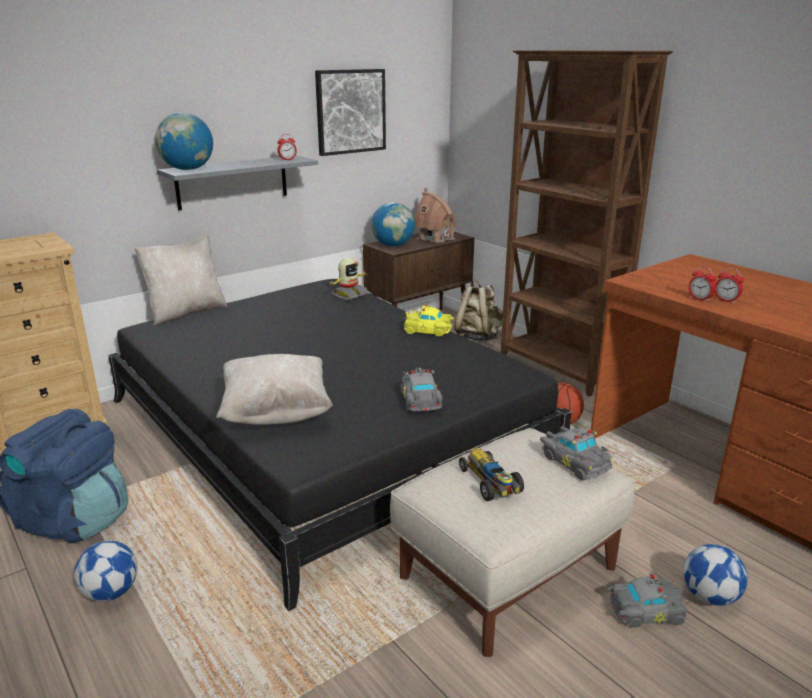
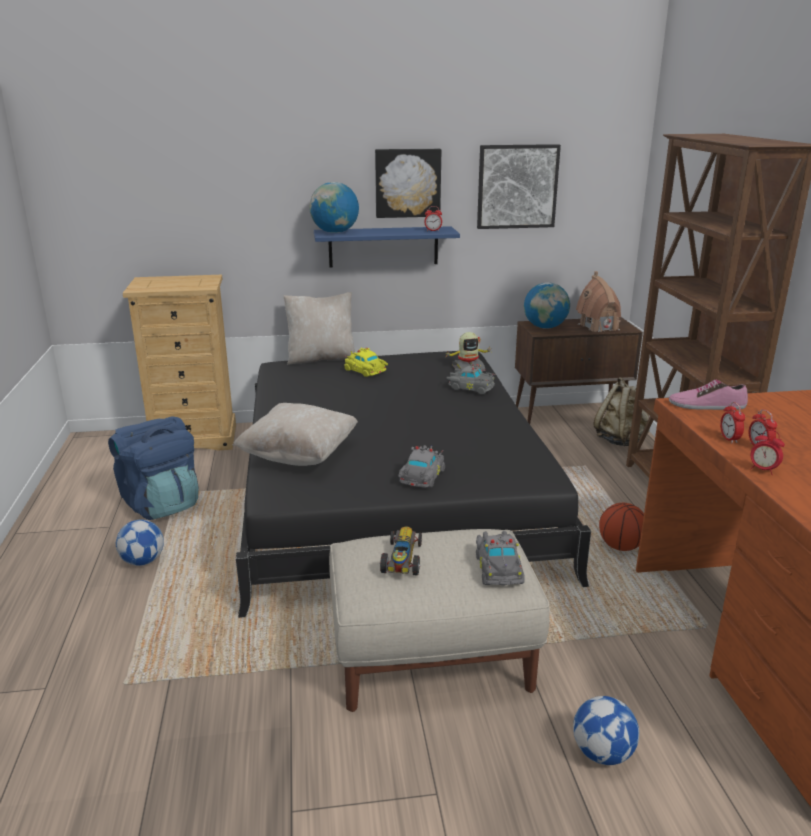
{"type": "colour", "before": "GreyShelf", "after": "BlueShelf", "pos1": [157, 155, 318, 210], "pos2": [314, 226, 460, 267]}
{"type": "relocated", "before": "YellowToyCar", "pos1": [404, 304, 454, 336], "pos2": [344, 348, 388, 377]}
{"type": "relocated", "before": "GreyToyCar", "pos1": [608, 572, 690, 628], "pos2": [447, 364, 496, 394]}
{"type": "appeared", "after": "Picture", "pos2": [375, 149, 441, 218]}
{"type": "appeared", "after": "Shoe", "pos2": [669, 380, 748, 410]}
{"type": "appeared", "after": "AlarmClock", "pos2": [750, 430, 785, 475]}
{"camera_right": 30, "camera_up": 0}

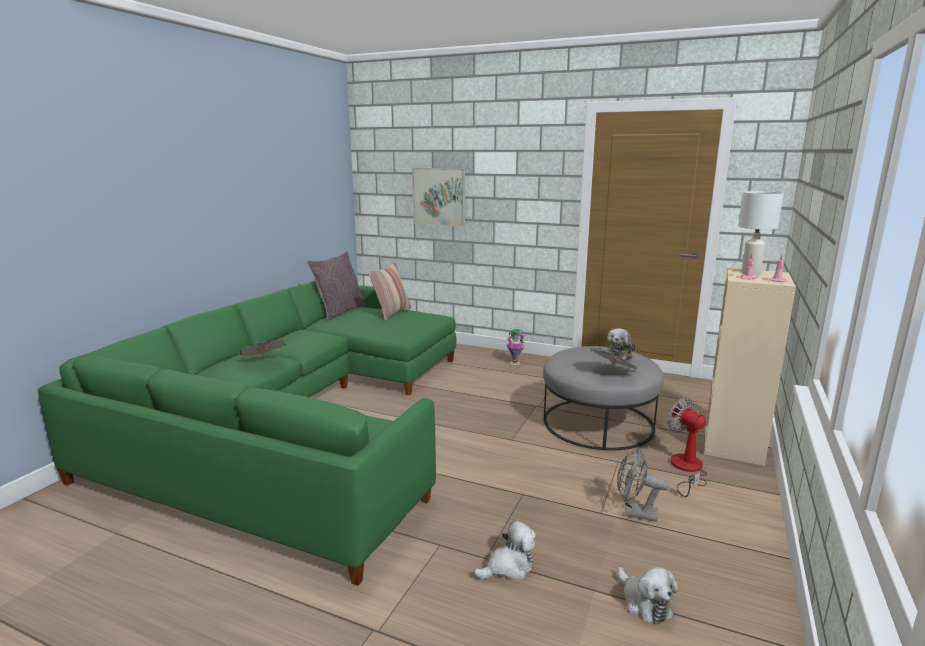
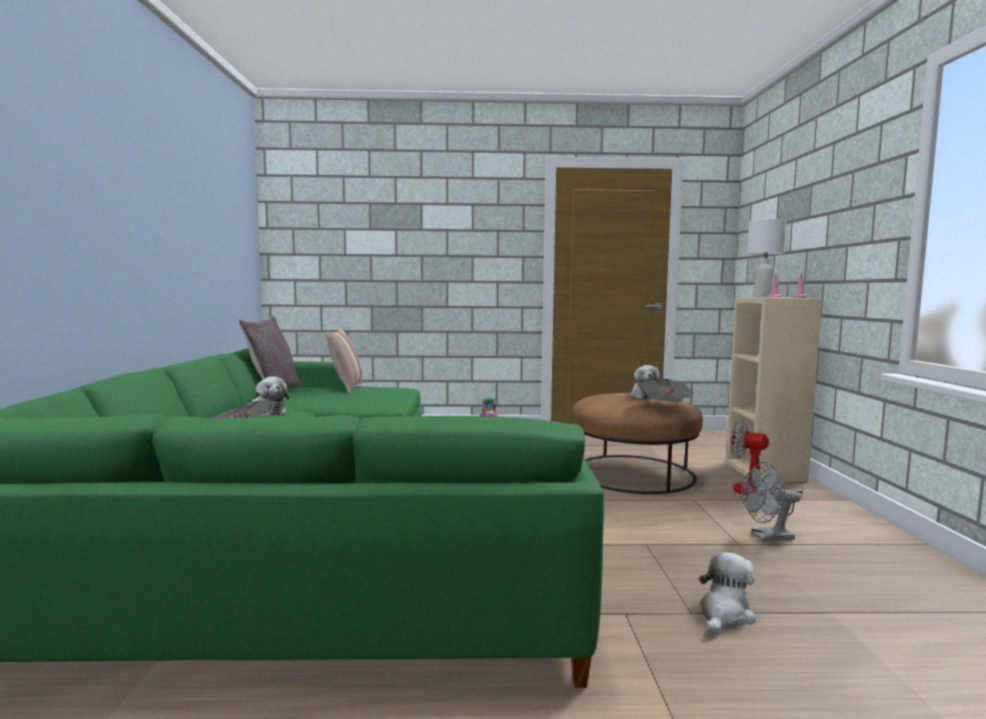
{"type": "missing", "before": "Picture", "pos1": [412, 168, 465, 227]}
{"type": "colour", "before": "GreyOttoman", "after": "BrownOttoman", "pos1": [543, 346, 664, 450], "pos2": [572, 393, 703, 494]}
{"type": "relocated", "before": "PlushToy", "pos1": [617, 567, 678, 624], "pos2": [251, 377, 289, 416]}
{"camera_right": -25, "camera_up": -10}

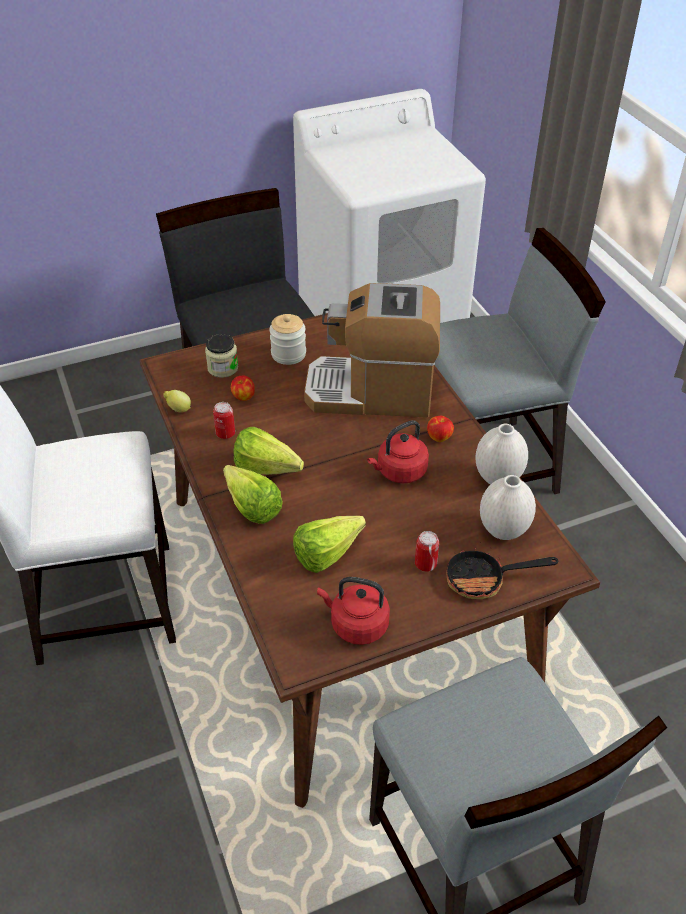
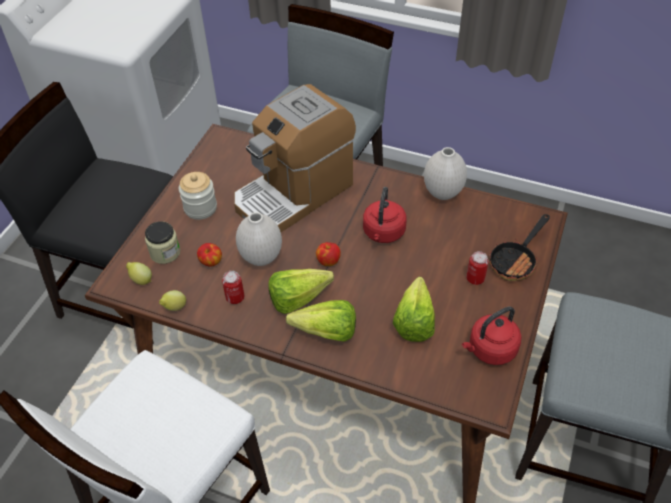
{"type": "relocated", "before": "Apple", "pos1": [427, 416, 454, 442], "pos2": [316, 242, 341, 266]}
{"type": "relocated", "before": "WhiteVase", "pos1": [480, 475, 536, 540], "pos2": [236, 212, 282, 266]}
{"type": "appeared", "after": "Lemon", "pos2": [126, 262, 152, 285]}
{"camera_right": -45, "camera_up": 5}

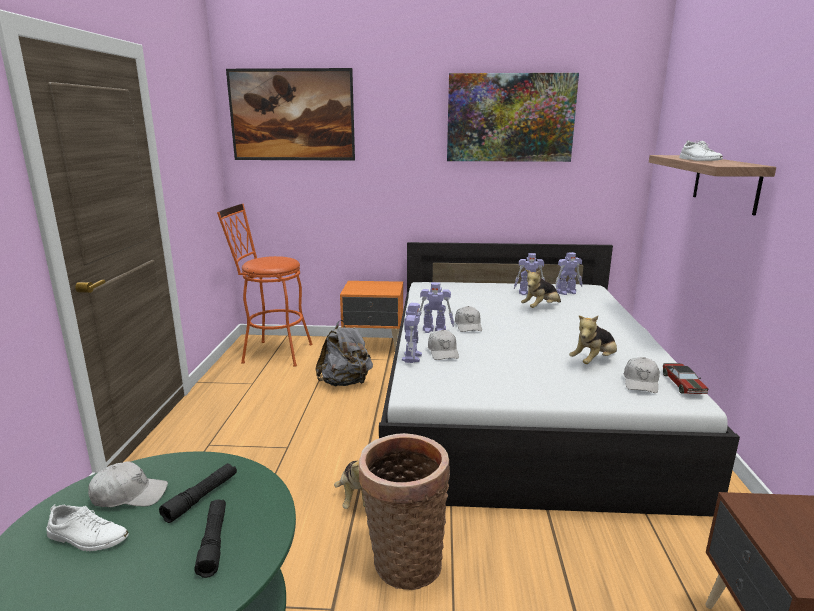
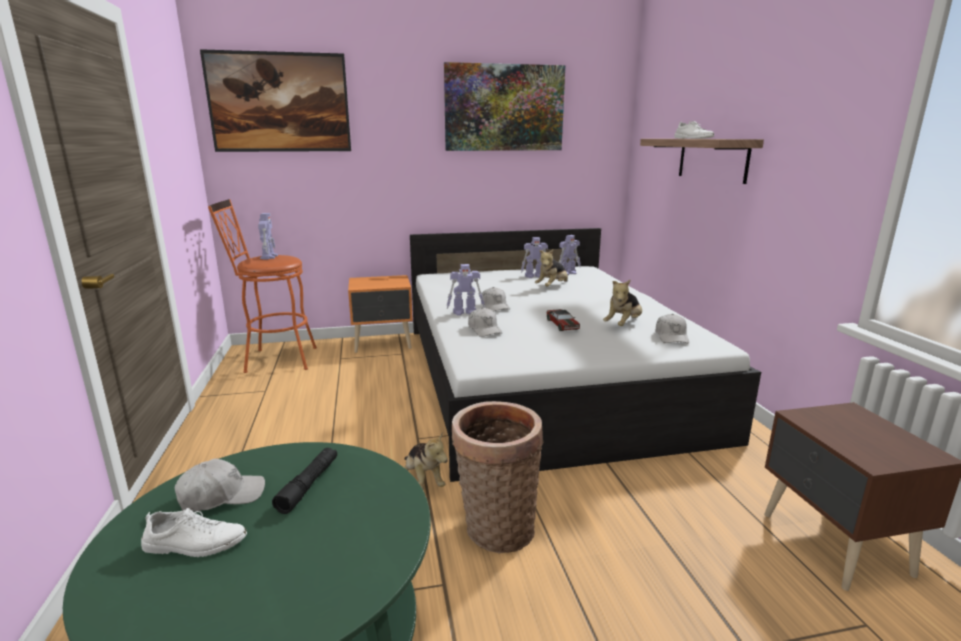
{"type": "relocated", "before": "ToyRobot", "pos1": [402, 303, 422, 363], "pos2": [258, 213, 278, 259]}
{"type": "missing", "before": "GreyBackpack", "pos1": [315, 320, 373, 386]}
{"type": "relocated", "before": "ToyCar", "pos1": [663, 363, 708, 394], "pos2": [546, 309, 580, 331]}
{"type": "missing", "before": "BlackFlashlight", "pos1": [194, 499, 226, 578]}
{"camera_right": -15, "camera_up": 0}

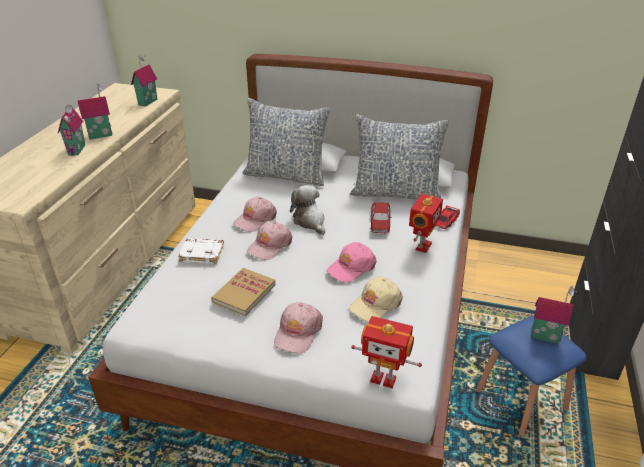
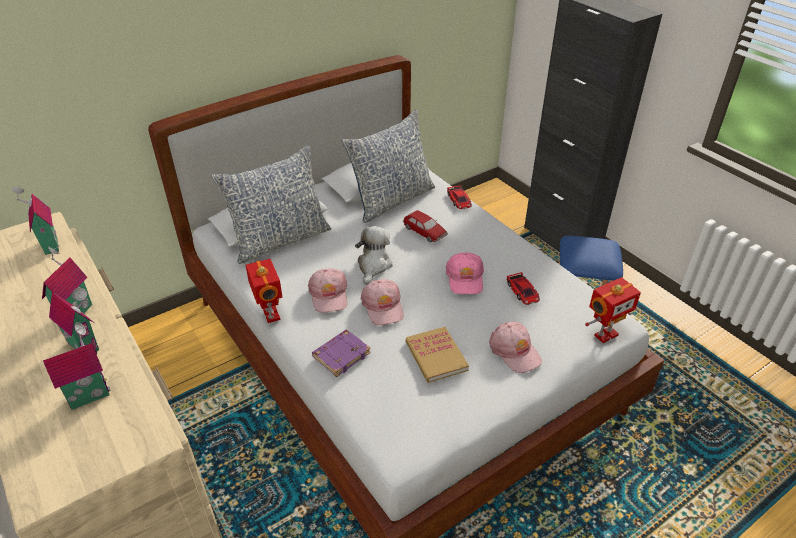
{"type": "spun", "before": "PlushToy", "pos1": [290, 185, 325, 235], "pos2": [355, 226, 393, 285], "turn": 90}
{"type": "relocated", "before": "ToyRobot", "pos1": [409, 194, 443, 253], "pos2": [245, 259, 282, 323]}
{"type": "colour", "before": "WhiteBook", "after": "PurpleBook", "pos1": [178, 238, 224, 264], "pos2": [312, 330, 371, 377]}
{"type": "exchanged", "before": "BeigeCap", "after": "ToyCar", "pos1": [349, 277, 403, 322], "pos2": [507, 272, 540, 305]}
{"type": "relocated", "before": "ToyHouse", "pos1": [531, 286, 577, 344], "pos2": [43, 322, 111, 410]}
{"camera_right": -50, "camera_up": 5}

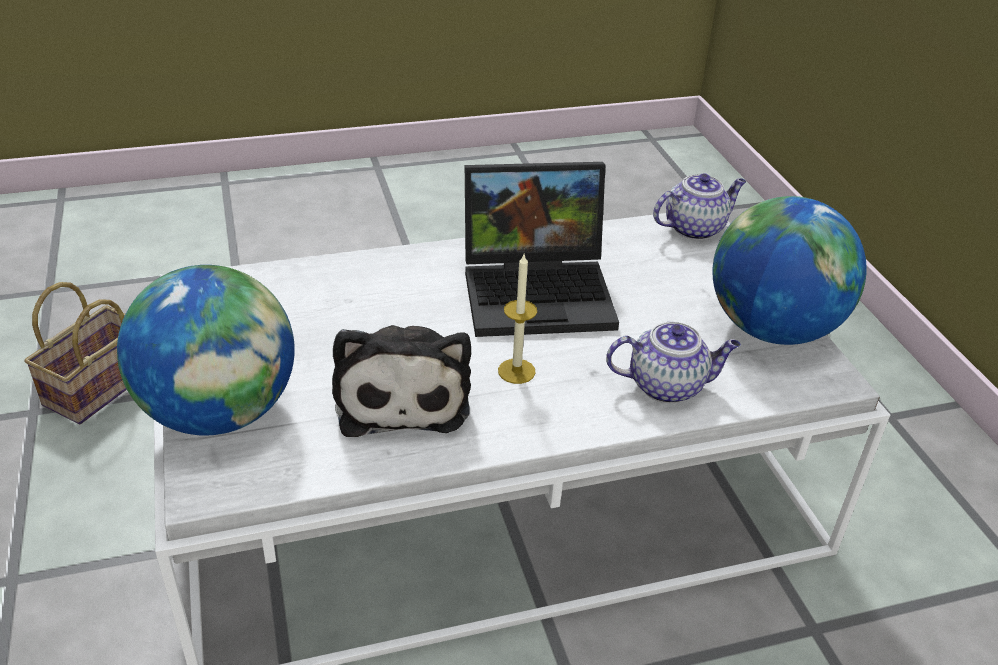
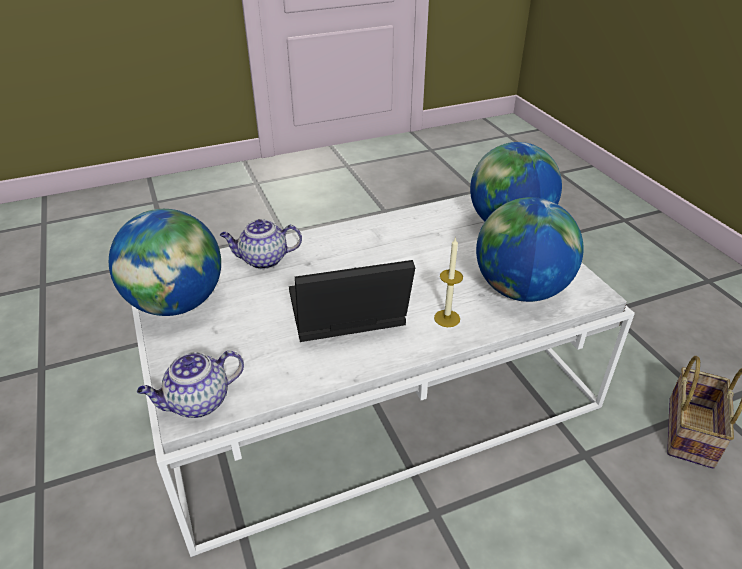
{"type": "relocated", "before": "Candle", "pos1": [498, 254, 537, 384], "pos2": [434, 237, 463, 327]}
{"type": "missing", "before": "PlushToy", "pos1": [332, 325, 471, 437]}
{"type": "appeared", "after": "Globe", "pos2": [476, 197, 584, 302]}
{"camera_right": 175, "camera_up": 0}

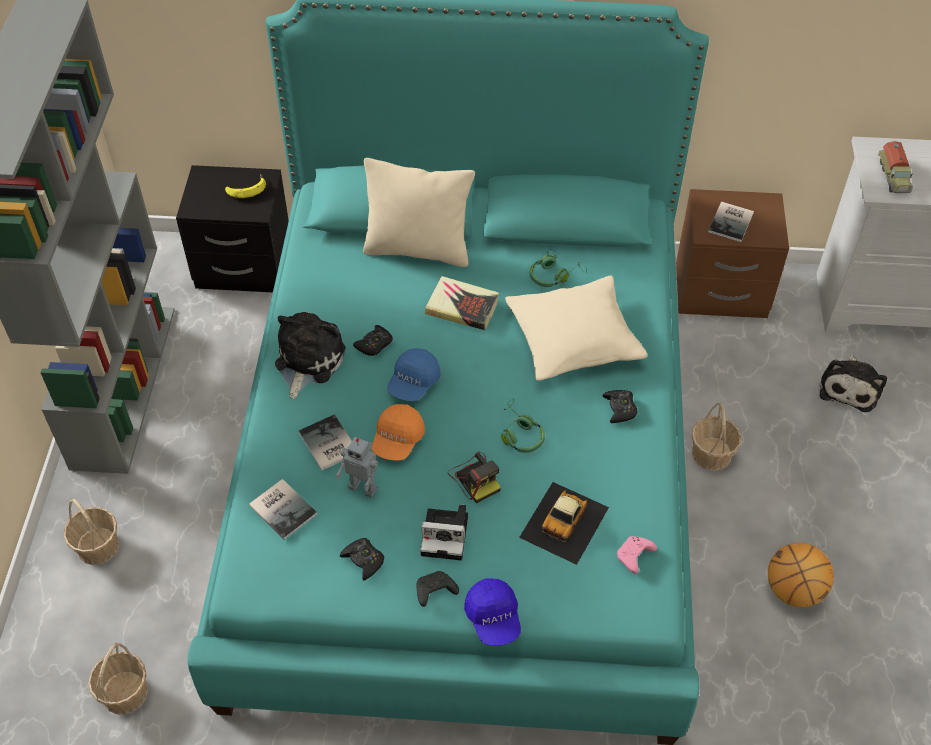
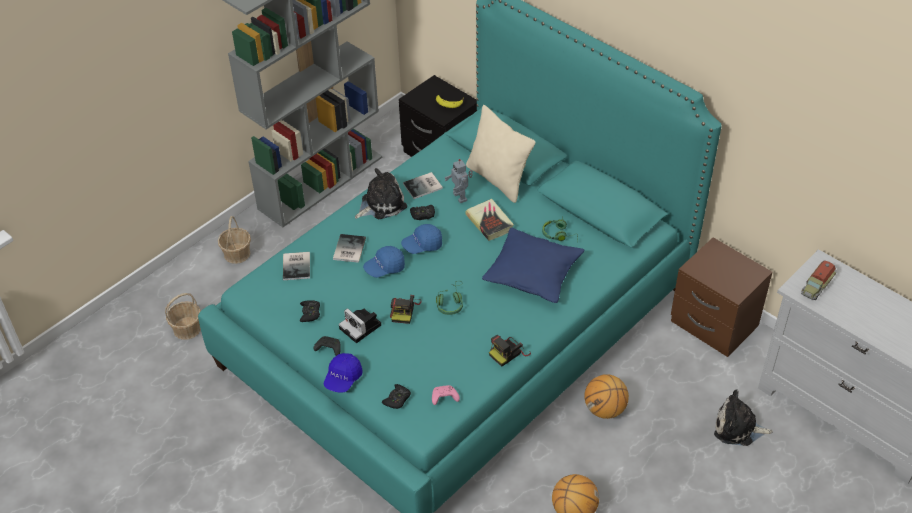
{"type": "relocated", "before": "Book", "pos1": [708, 202, 754, 242], "pos2": [403, 172, 443, 199]}
{"type": "colour", "before": "BeigePillow", "after": "BluePillow", "pos1": [505, 275, 647, 381], "pos2": [482, 227, 584, 303]}
{"type": "spun", "before": "PlushToy", "pos1": [820, 355, 887, 412], "pos2": [714, 389, 773, 446], "turn": 45}
{"type": "relocated", "before": "BlackGameController", "pos1": [602, 390, 638, 423], "pos2": [382, 384, 411, 409]}
{"type": "exchanged", "before": "Basket", "after": "Basketball", "pos1": [691, 403, 742, 471], "pos2": [584, 374, 629, 419]}
{"type": "colour", "before": "OrangeCap", "after": "BlueCap", "pos1": [372, 404, 425, 460], "pos2": [363, 246, 405, 278]}
{"type": "relocated", "before": "ToyRobot", "pos1": [336, 437, 378, 498], "pos2": [445, 159, 473, 203]}
{"type": "missing", "before": "ToyCar", "pos1": [519, 482, 609, 565]}
{"type": "appeared", "after": "PhotoCamera", "pos2": [489, 335, 531, 367]}
{"camera_right": 40, "camera_up": -5}

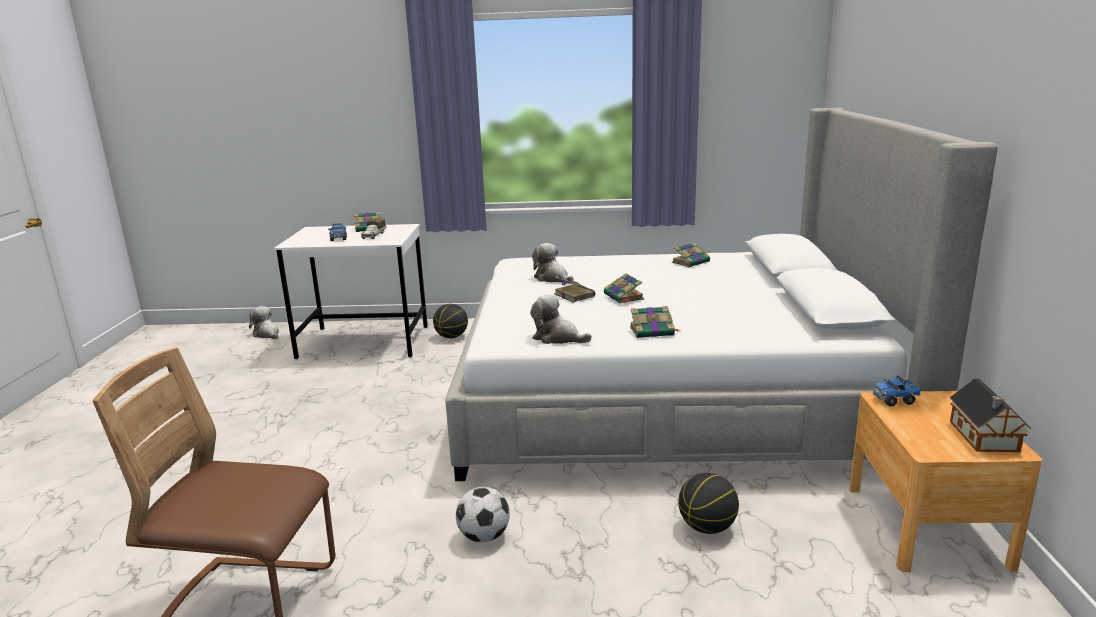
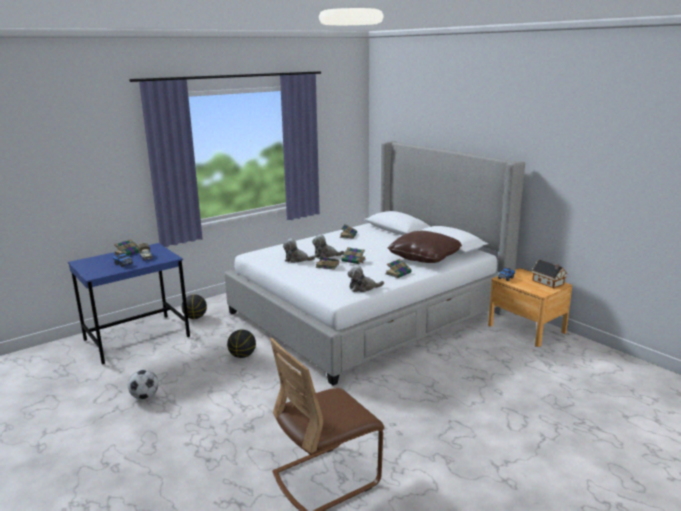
{"type": "colour", "before": "WhiteDesk", "after": "BlueDesk", "pos1": [274, 224, 428, 359], "pos2": [68, 243, 190, 364]}
{"type": "relocated", "before": "PlushToy", "pos1": [249, 306, 279, 339], "pos2": [312, 234, 344, 258]}
{"type": "relocated", "before": "Basketball", "pos1": [679, 473, 739, 534], "pos2": [227, 329, 256, 358]}
{"type": "relocated", "before": "Football", "pos1": [456, 487, 510, 543], "pos2": [128, 370, 159, 399]}
{"type": "appeared", "after": "BrownPillow", "pos2": [388, 231, 462, 263]}
{"camera_right": -40, "camera_up": 0}

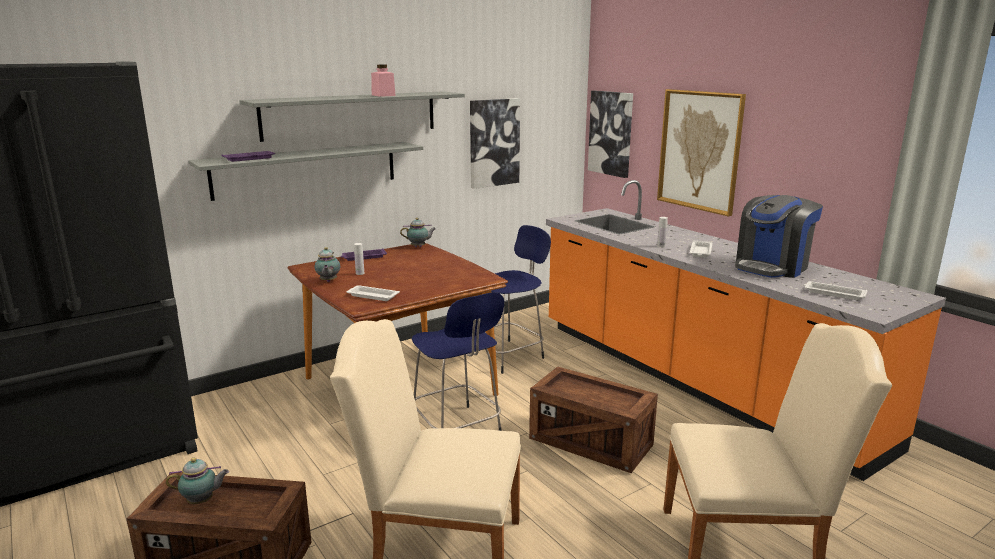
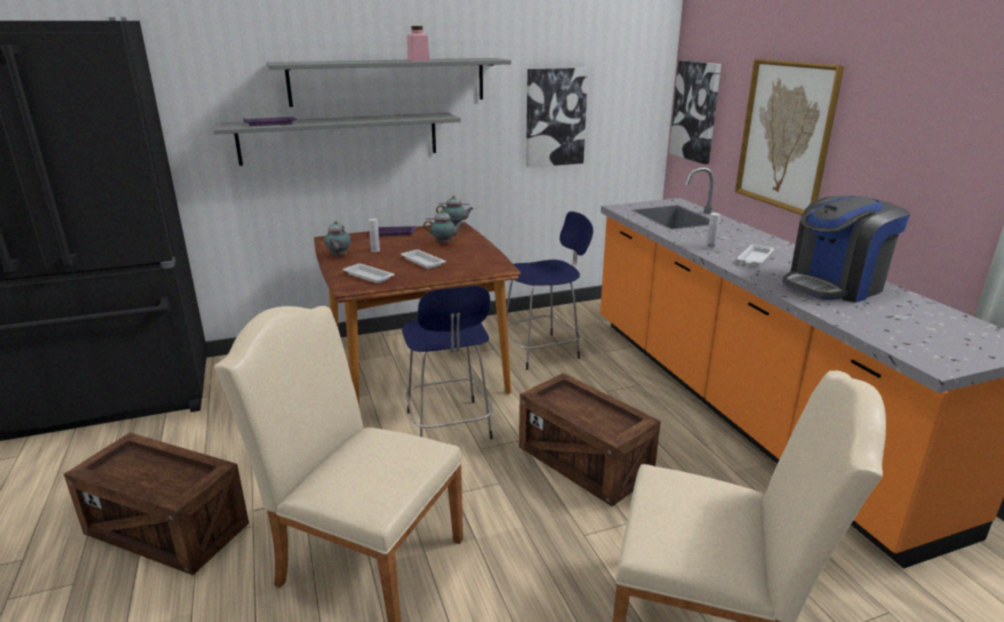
{"type": "relocated", "before": "WhiteTray", "pos1": [804, 281, 867, 300], "pos2": [401, 250, 446, 269]}
{"type": "relocated", "before": "Teapot", "pos1": [166, 458, 229, 504], "pos2": [423, 210, 464, 244]}
{"camera_right": 15, "camera_up": 5}

